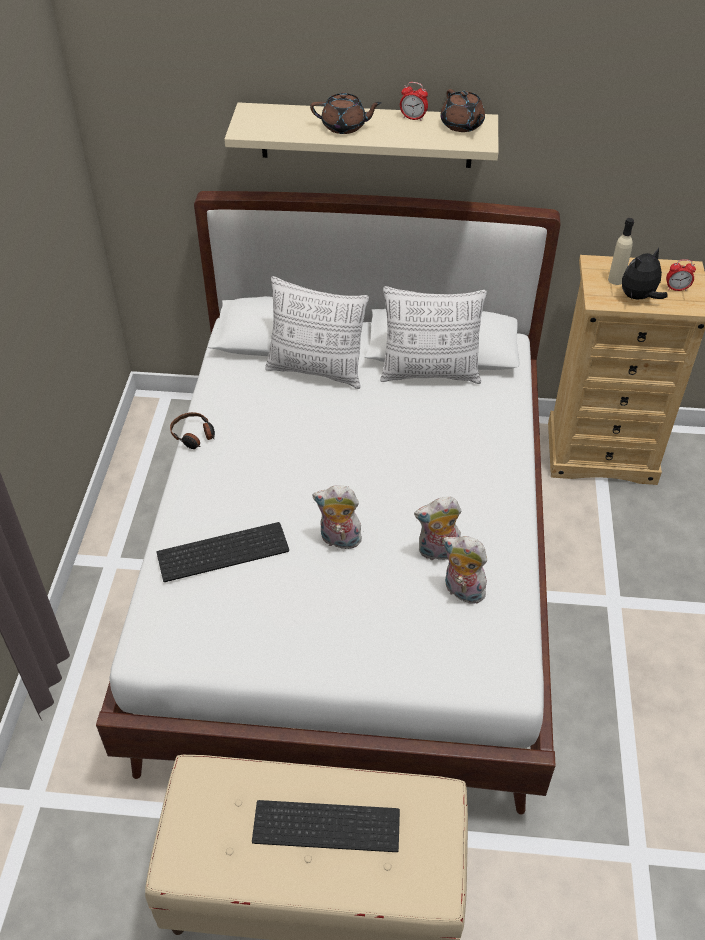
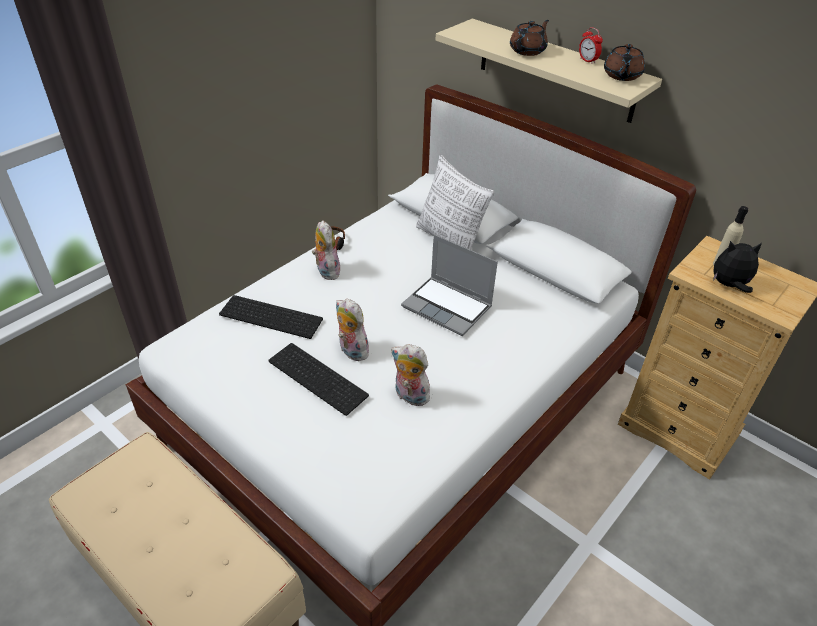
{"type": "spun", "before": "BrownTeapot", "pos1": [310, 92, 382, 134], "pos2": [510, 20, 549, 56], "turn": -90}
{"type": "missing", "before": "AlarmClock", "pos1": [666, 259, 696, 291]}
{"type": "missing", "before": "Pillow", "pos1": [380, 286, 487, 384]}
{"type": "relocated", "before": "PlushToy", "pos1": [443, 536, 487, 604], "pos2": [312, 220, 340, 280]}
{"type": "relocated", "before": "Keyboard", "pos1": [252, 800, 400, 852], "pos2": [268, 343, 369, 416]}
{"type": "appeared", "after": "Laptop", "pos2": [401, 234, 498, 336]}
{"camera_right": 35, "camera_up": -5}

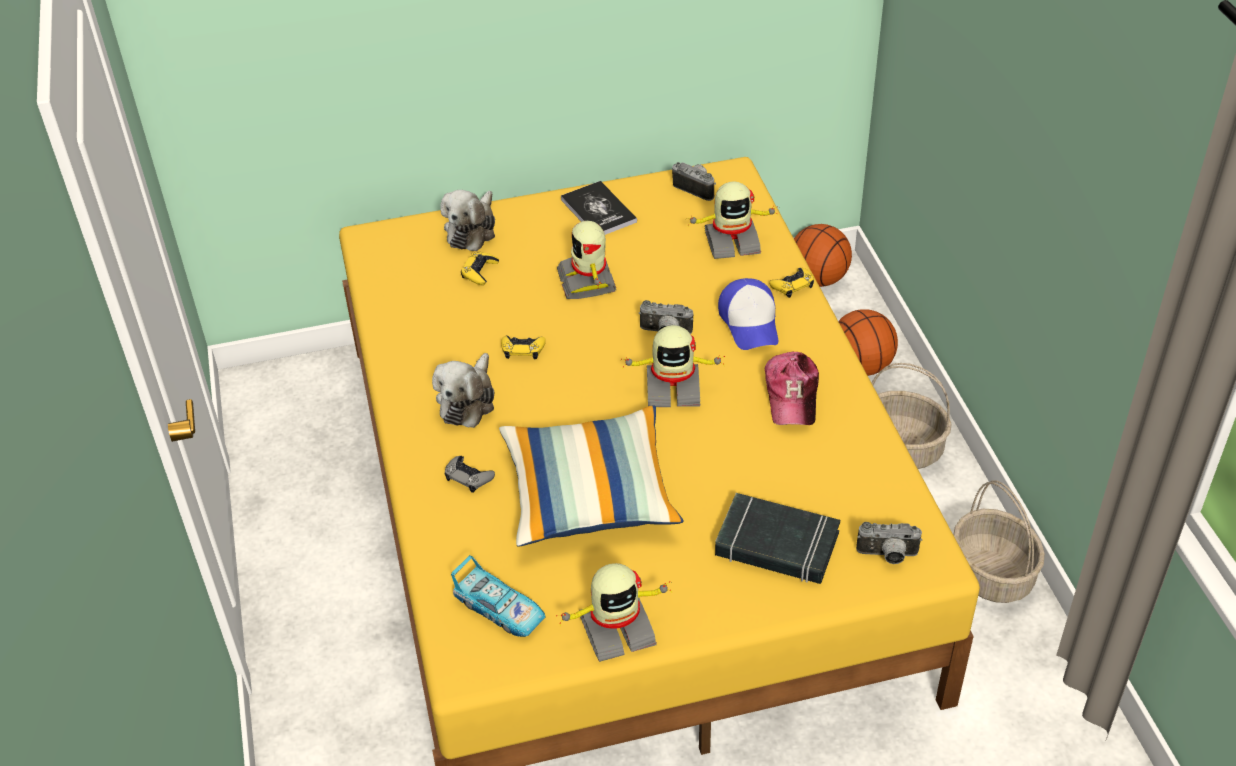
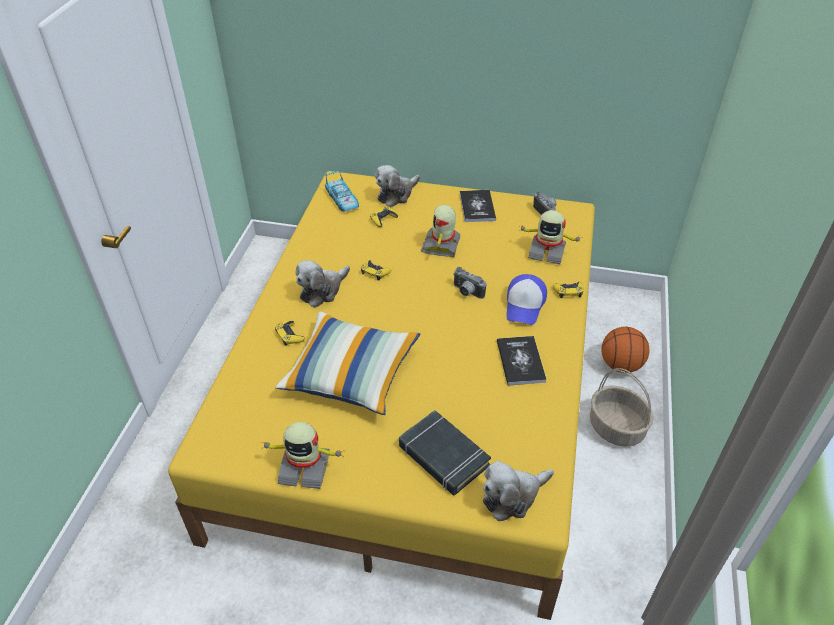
{"type": "missing", "before": "Basketball", "pos1": [794, 224, 852, 287]}
{"type": "missing", "before": "ToyRobot", "pos1": [621, 325, 726, 407]}
{"type": "exchanged", "before": "Cap", "after": "Book", "pos1": [765, 352, 819, 425], "pos2": [497, 336, 547, 386]}
{"type": "colour", "before": "GreyGameController", "after": "YellowGameController", "pos1": [444, 456, 495, 493], "pos2": [275, 320, 305, 346]}
{"type": "missing", "before": "Basket", "pos1": [953, 480, 1045, 603]}
{"type": "exchanged", "before": "PhotoCamera", "after": "PlushToy", "pos1": [856, 522, 922, 564], "pos2": [483, 461, 554, 521]}
{"type": "relocated", "before": "ToyCar", "pos1": [451, 555, 546, 637], "pos2": [325, 171, 359, 212]}
{"camera_right": 25, "camera_up": 0}

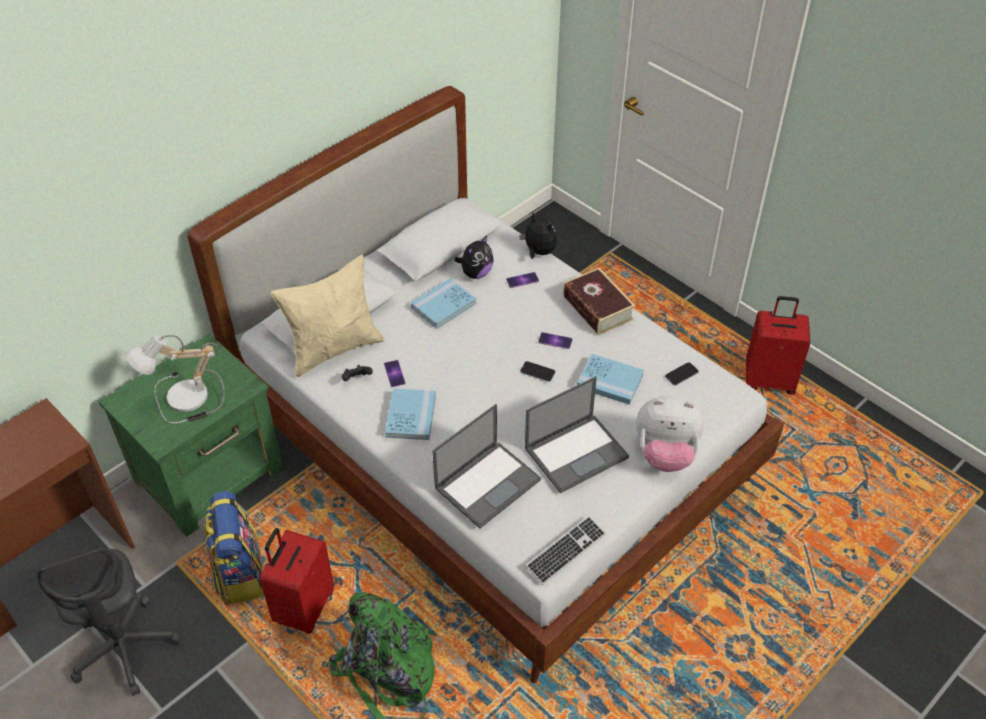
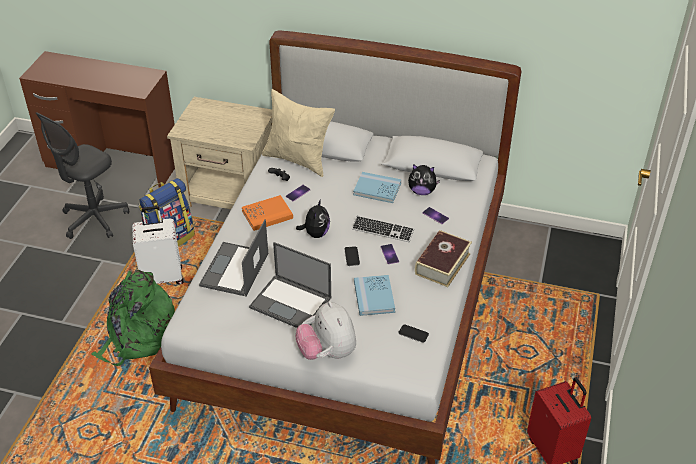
{"type": "relocated", "before": "PlushToy", "pos1": [519, 213, 557, 259], "pos2": [296, 199, 330, 238]}
{"type": "colour", "before": "GreenNightstand", "after": "BeigeNightstand", "pos1": [99, 334, 284, 537], "pos2": [167, 97, 272, 209]}
{"type": "missing", "before": "TableLamp", "pos1": [125, 335, 225, 424]}
{"type": "colour", "before": "BlueBook", "after": "OrangeBook", "pos1": [385, 388, 436, 440], "pos2": [242, 195, 293, 231]}
{"type": "spun", "before": "Laptop", "pos1": [432, 404, 541, 529], "pos2": [199, 219, 268, 297], "turn": 90}
{"type": "relocated", "before": "Keyboard", "pos1": [525, 516, 606, 585], "pos2": [352, 216, 414, 242]}
{"type": "colour", "before": "RedSuitcase", "after": "WhiteSuitcase", "pos1": [260, 528, 334, 634], "pos2": [132, 206, 183, 284]}
{"camera_right": 60, "camera_up": -5}

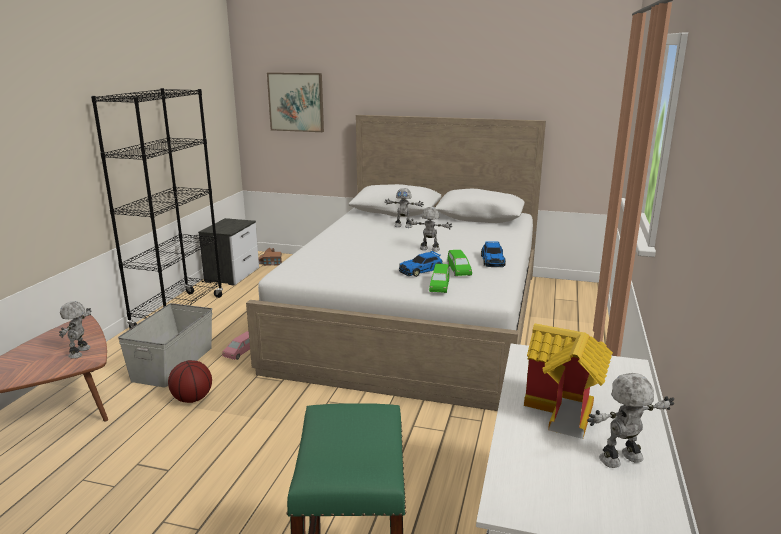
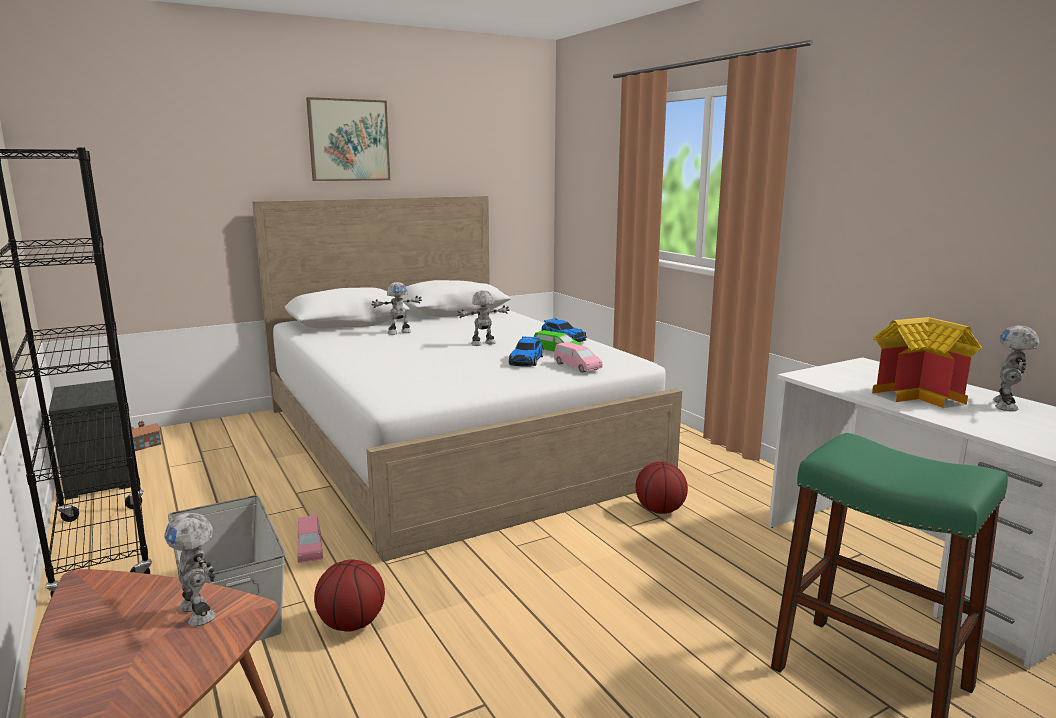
{"type": "relocated", "before": "Picture", "pos1": [267, 72, 324, 132], "pos2": [306, 97, 390, 181]}
{"type": "colour", "before": "GreenToyCar", "after": "PinkToyCar", "pos1": [429, 264, 449, 293], "pos2": [554, 342, 602, 373]}
{"type": "appeared", "after": "Basketball", "pos2": [636, 462, 688, 514]}
{"camera_right": -45, "camera_up": -5}

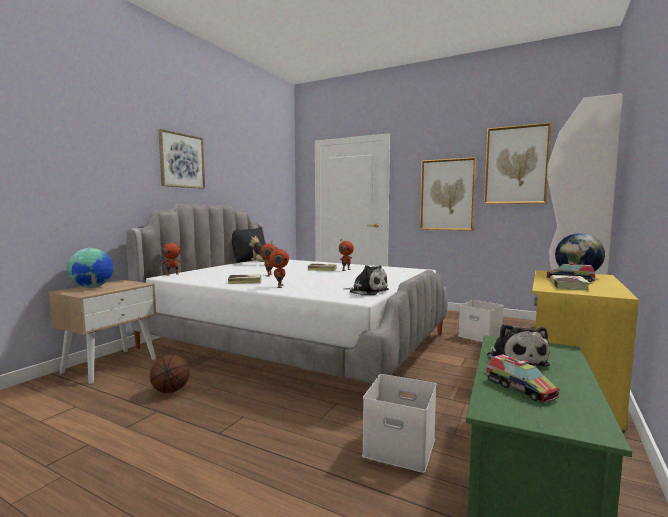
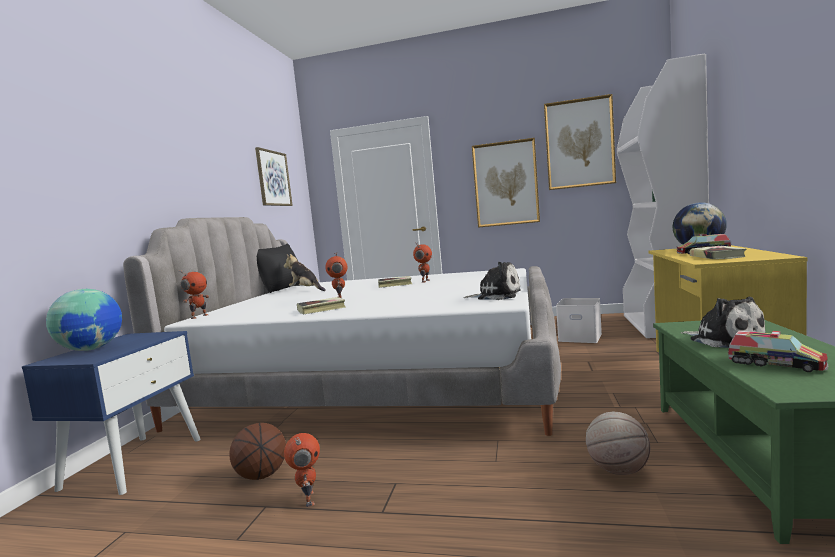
{"type": "relocated", "before": "Picture", "pos1": [158, 129, 205, 189], "pos2": [255, 147, 293, 206]}
{"type": "relocated", "before": "ToyRobot", "pos1": [270, 247, 289, 288], "pos2": [284, 433, 320, 507]}
{"type": "colour", "before": "BeigeNightstand", "after": "BlueNightstand", "pos1": [48, 280, 157, 384], "pos2": [22, 331, 201, 495]}
{"type": "exchanged", "before": "WhiteStorageBox", "after": "Basketball", "pos1": [362, 374, 437, 473], "pos2": [586, 411, 650, 475]}
{"camera_right": -15, "camera_up": 0}

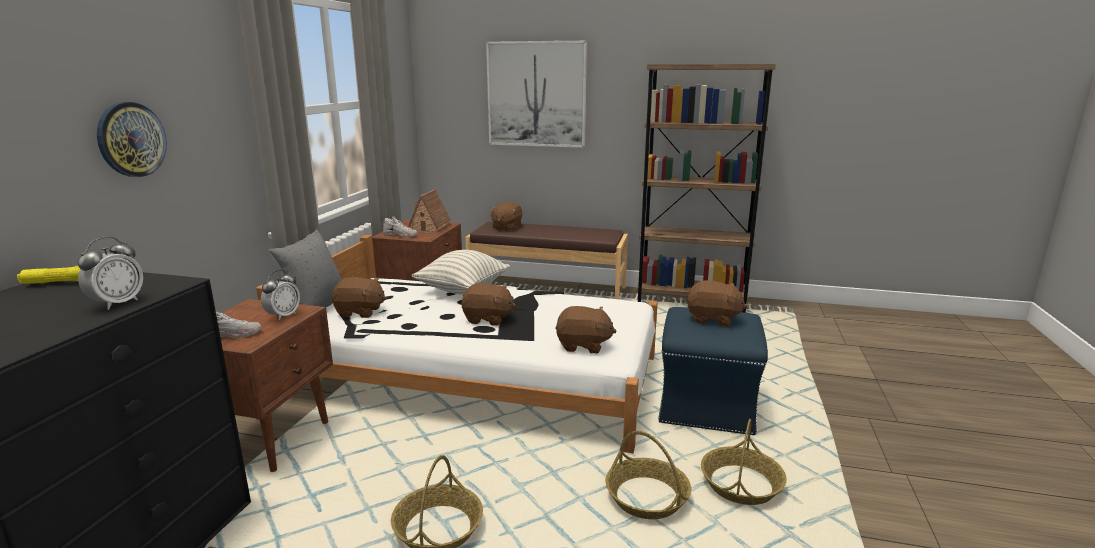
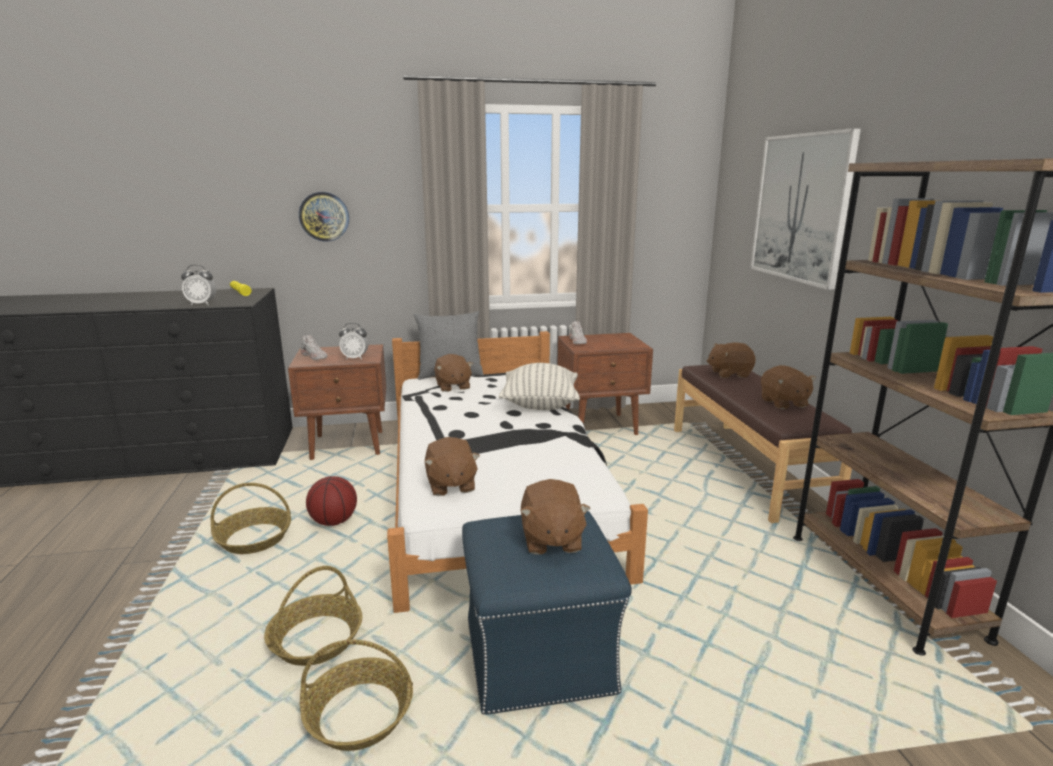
{"type": "missing", "before": "ToyHouse", "pos1": [408, 189, 451, 234]}
{"type": "relocated", "before": "BrownPlushToy", "pos1": [461, 283, 516, 326], "pos2": [761, 365, 816, 409]}
{"type": "appeared", "after": "Basketball", "pos2": [306, 476, 357, 526]}
{"camera_right": 65, "camera_up": 0}

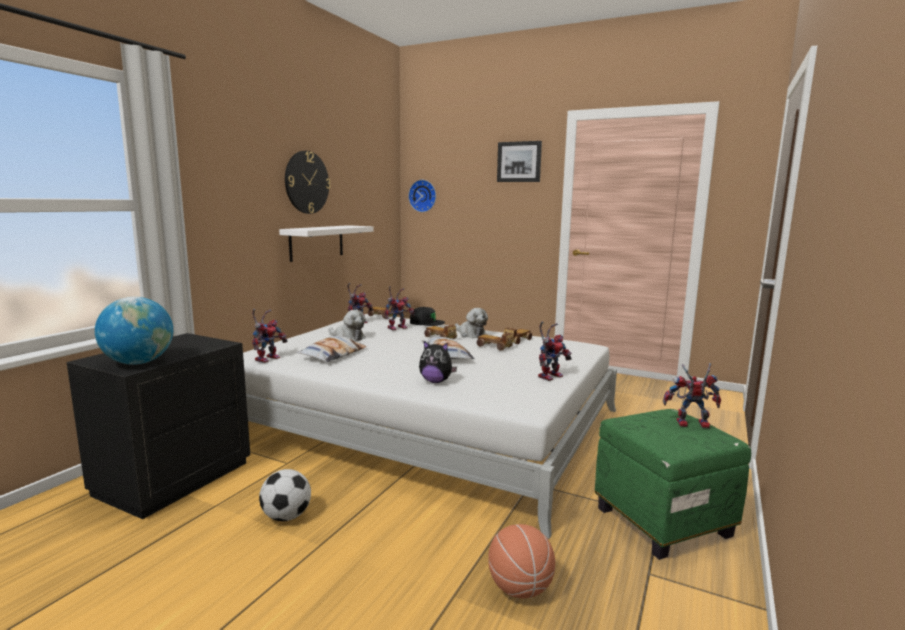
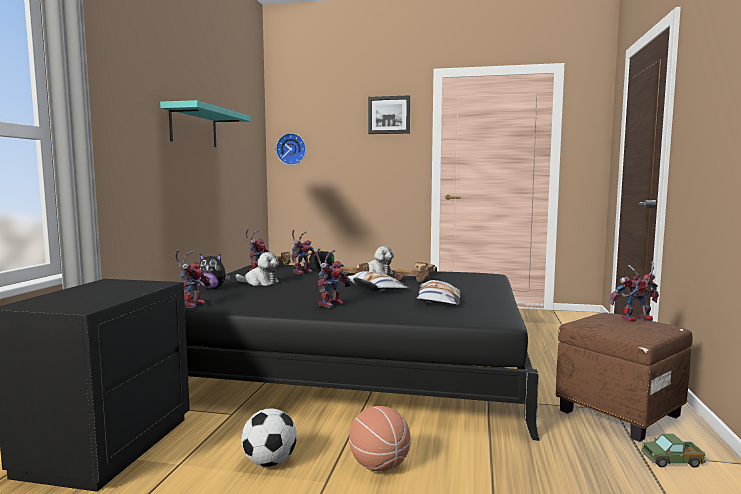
{"type": "exchanged", "before": "WallClock", "after": "TurquoiseShelf", "pos1": [285, 151, 330, 214], "pos2": [160, 100, 251, 147]}
{"type": "missing", "before": "WhiteShelf", "pos1": [279, 225, 373, 262]}
{"type": "missing", "before": "Globe", "pos1": [95, 297, 173, 365]}
{"type": "colour", "before": "WhiteBed", "after": "BlackBed", "pos1": [243, 314, 617, 539], "pos2": [184, 265, 540, 441]}
{"type": "relocated", "before": "ToyRobot", "pos1": [538, 322, 571, 381], "pos2": [316, 248, 351, 308]}
{"type": "relocated", "before": "Pillow", "pos1": [297, 336, 367, 362], "pos2": [416, 280, 461, 305]}
{"type": "relocated", "before": "PlushToy", "pos1": [419, 341, 457, 383], "pos2": [199, 254, 230, 289]}
{"type": "colour", "before": "GreenOttoman", "after": "BrownOttoman", "pos1": [595, 409, 751, 560], "pos2": [556, 312, 693, 442]}
{"type": "relocated", "before": "Basketball", "pos1": [488, 524, 555, 598], "pos2": [349, 406, 411, 471]}
{"type": "appeared", "after": "ToyTruck", "pos2": [641, 434, 705, 468]}
{"camera_right": -15, "camera_up": -5}

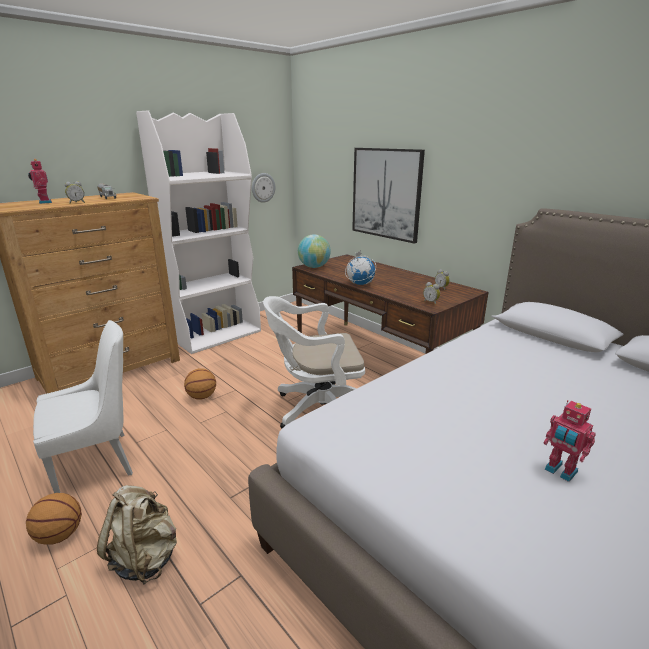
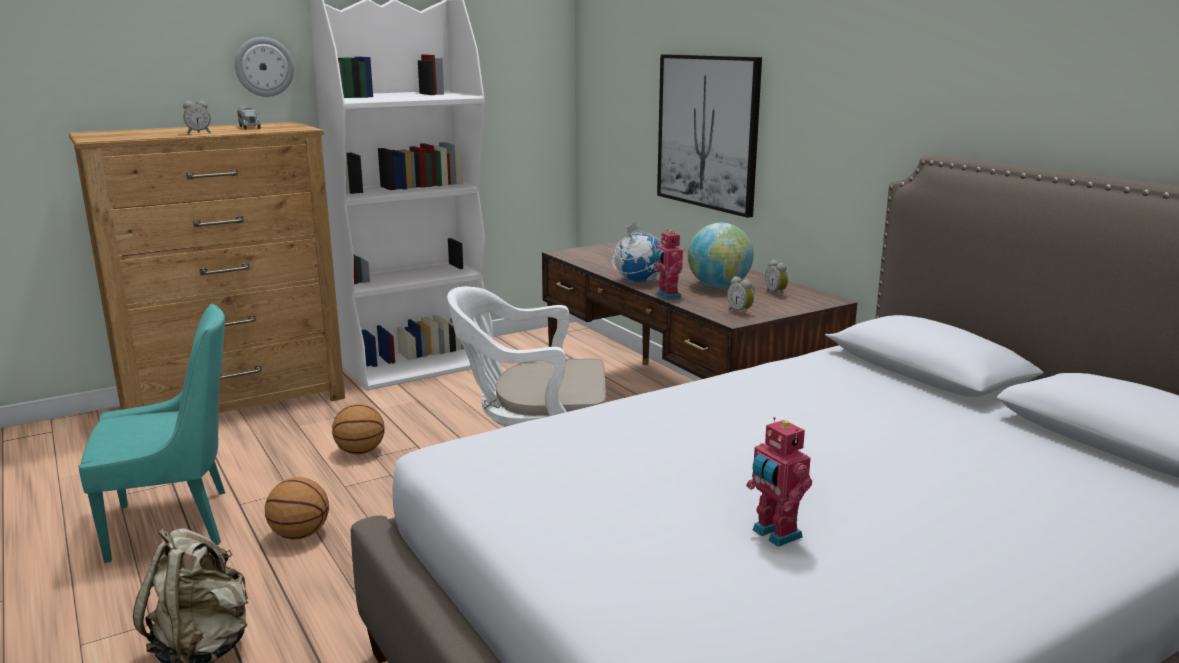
{"type": "relocated", "before": "ToyRobot", "pos1": [28, 159, 52, 204], "pos2": [653, 230, 683, 299]}
{"type": "relocated", "before": "WallClock", "pos1": [252, 173, 275, 203], "pos2": [235, 37, 294, 97]}
{"type": "relocated", "before": "Globe", "pos1": [298, 234, 331, 268], "pos2": [688, 223, 754, 288]}
{"type": "colour", "before": "WhiteChair", "after": "TurquoiseChair", "pos1": [33, 320, 133, 493], "pos2": [78, 304, 225, 563]}
{"type": "relocated", "before": "Basketball", "pos1": [26, 493, 82, 545], "pos2": [265, 477, 329, 539]}
{"camera_right": 10, "camera_up": -5}

